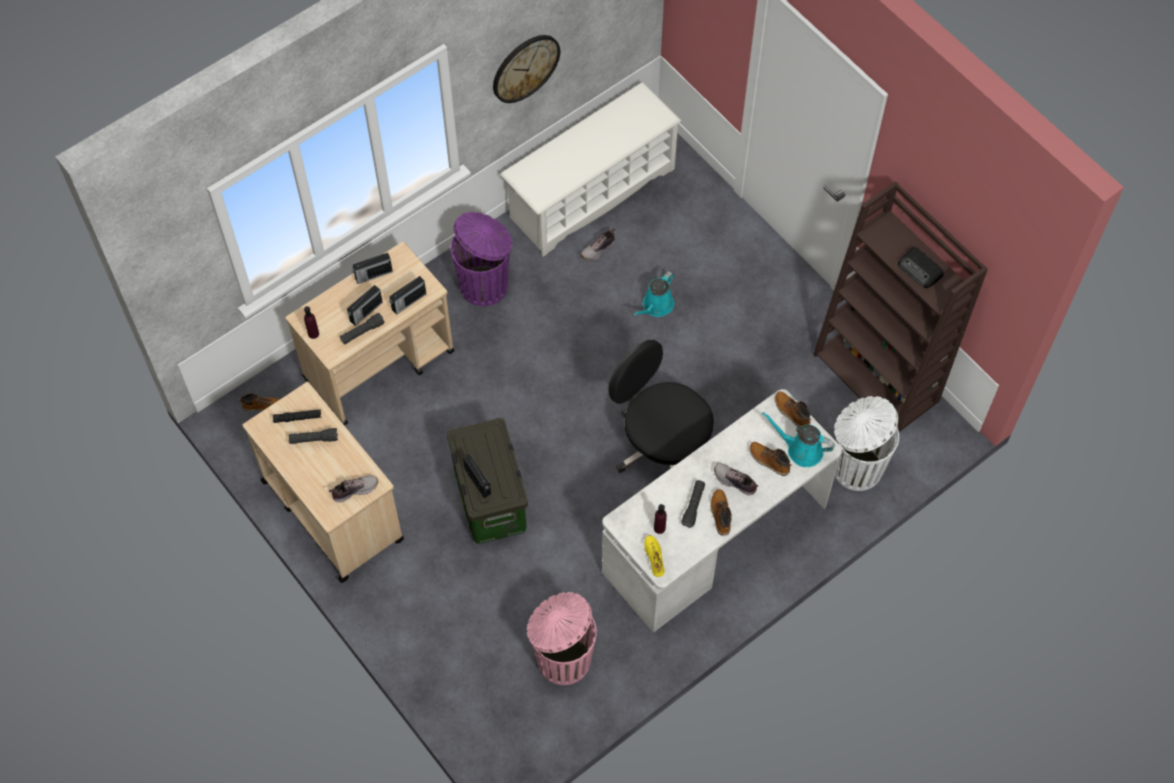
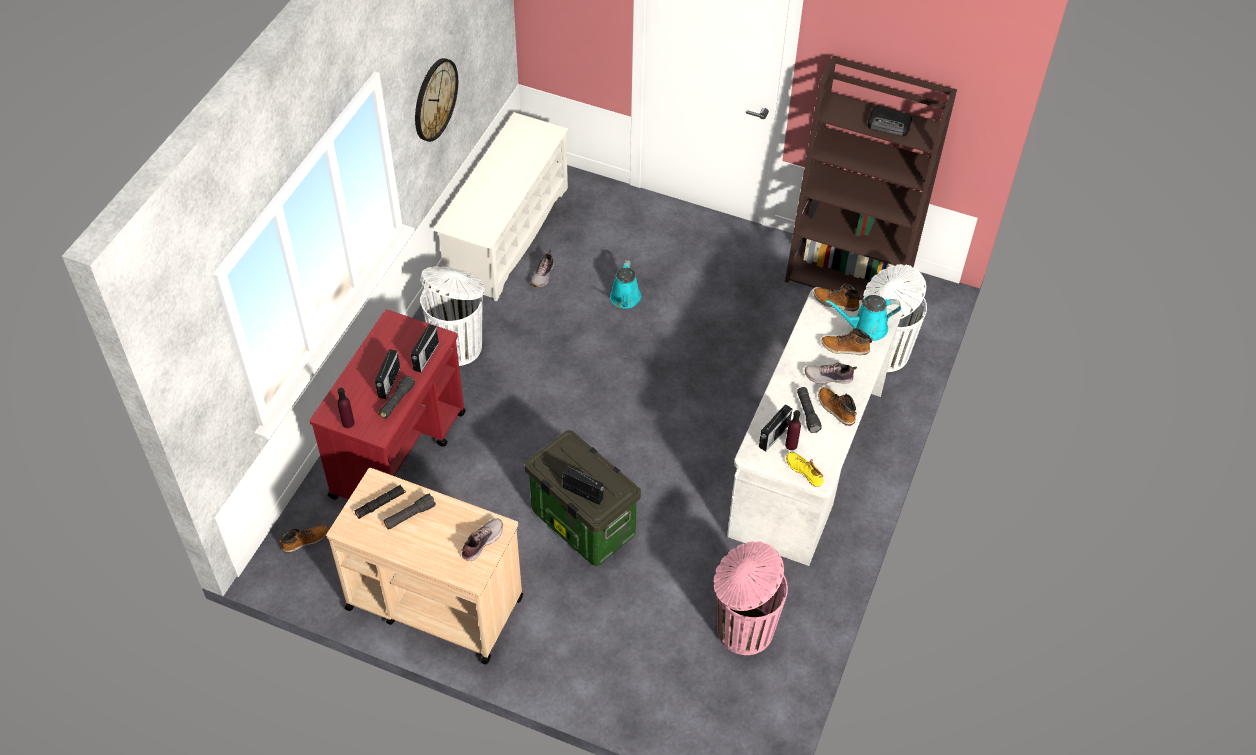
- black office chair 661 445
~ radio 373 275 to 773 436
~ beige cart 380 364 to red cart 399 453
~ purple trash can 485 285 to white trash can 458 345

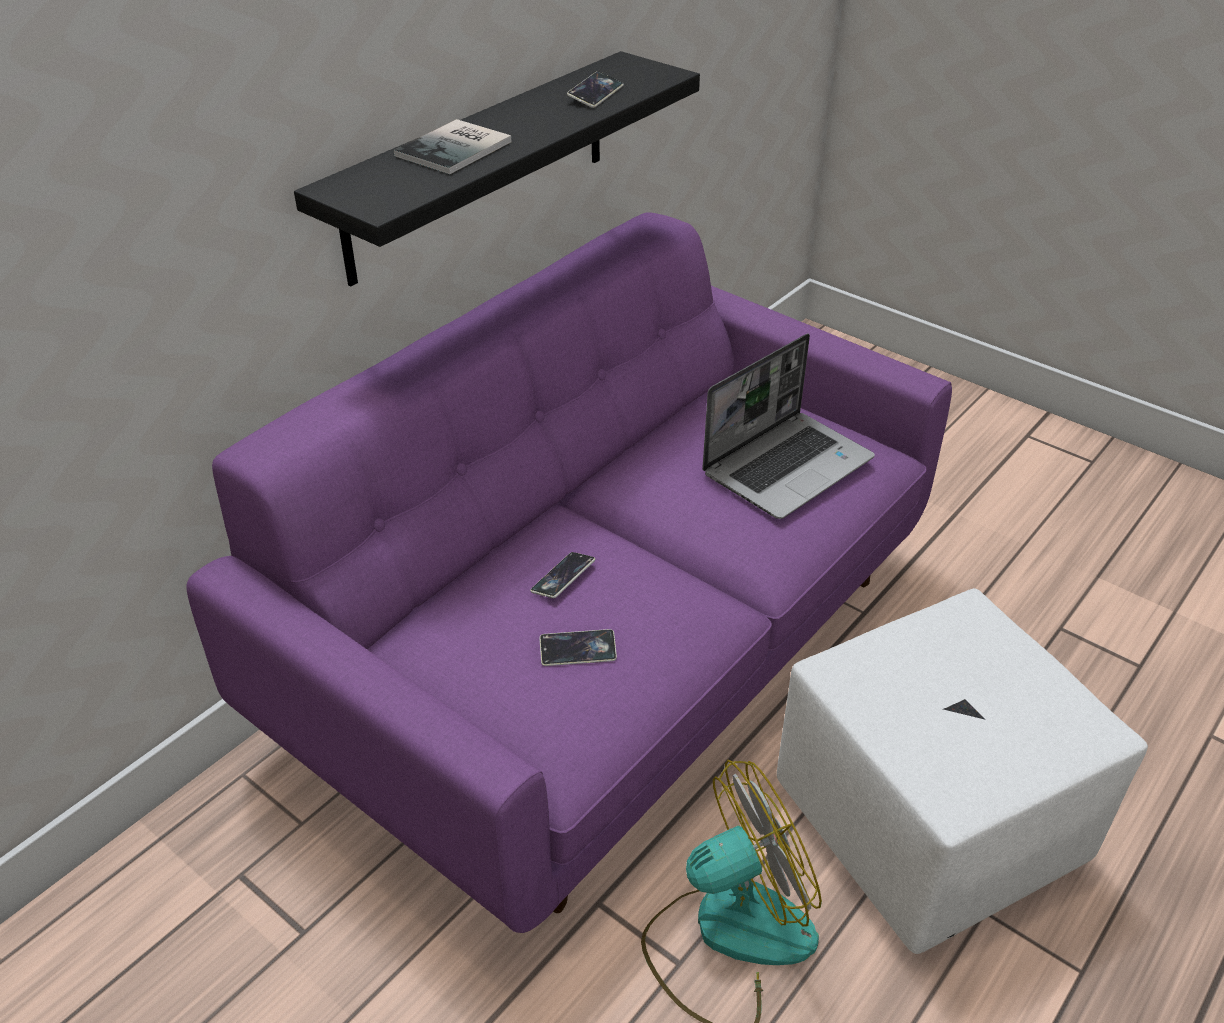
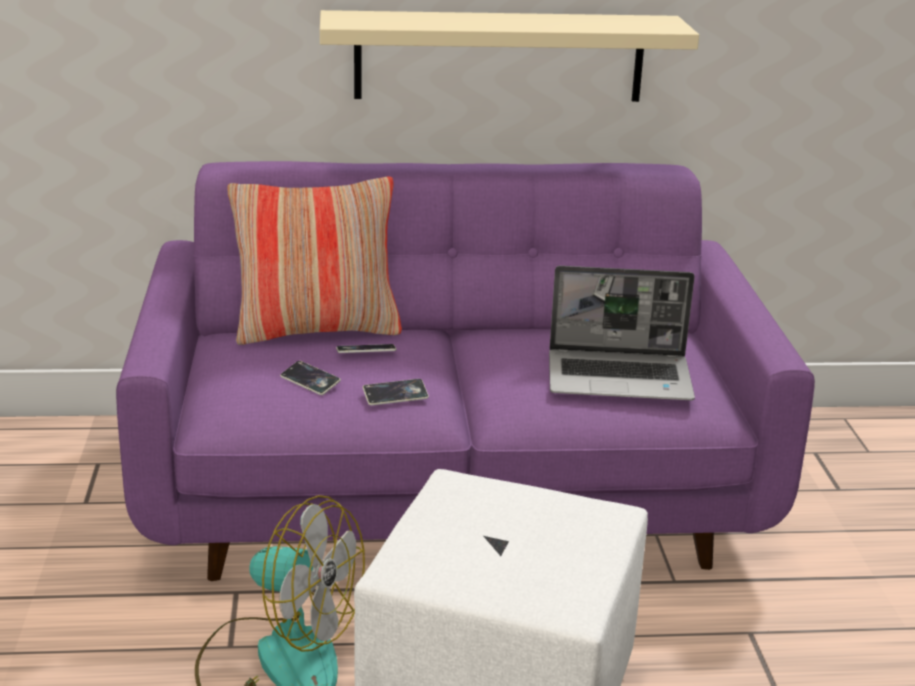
- book 457 148
+ pillow 317 330
~ phone 595 94 to 395 396
~ black shelf 479 166 to beige shelf 499 56

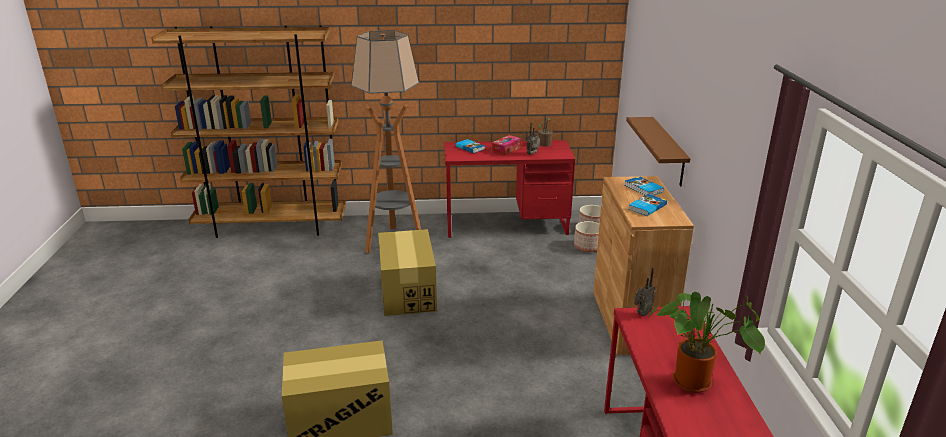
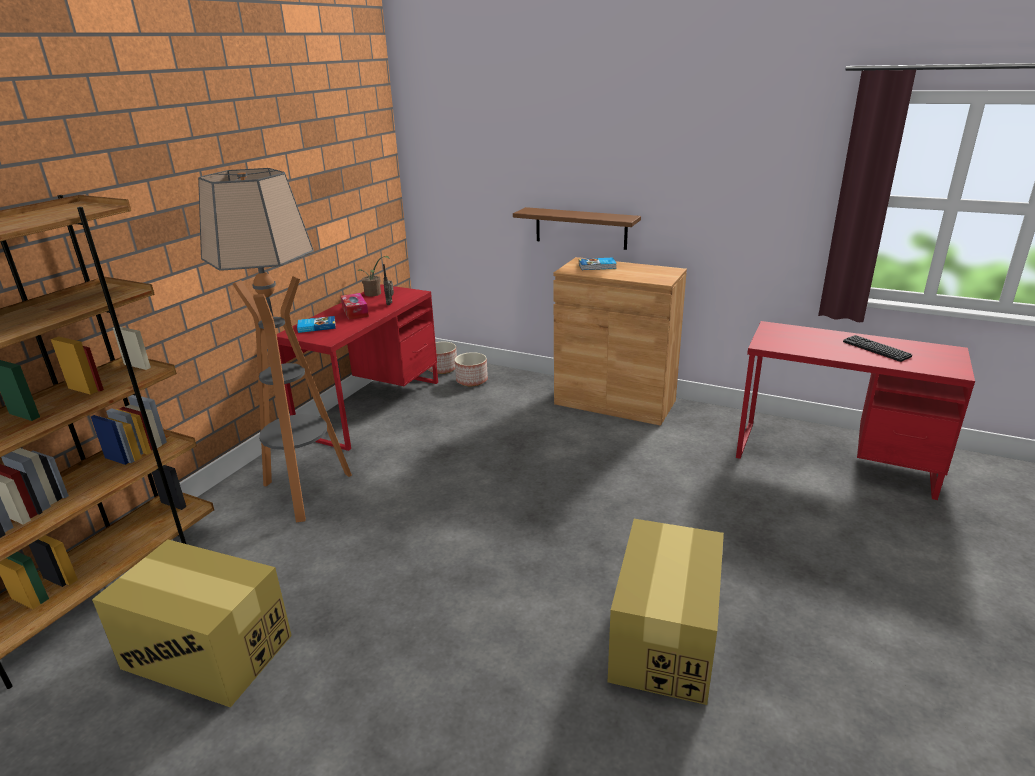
- book 646 207
- radio 641 313
~ cardboard box 407 292 to 207 651
~ potted plant 696 382 to keyboard 876 349

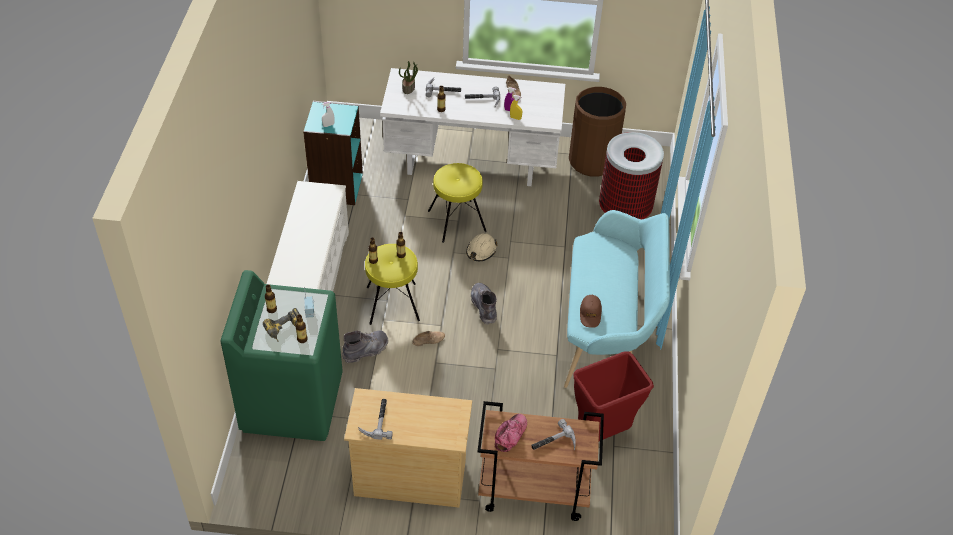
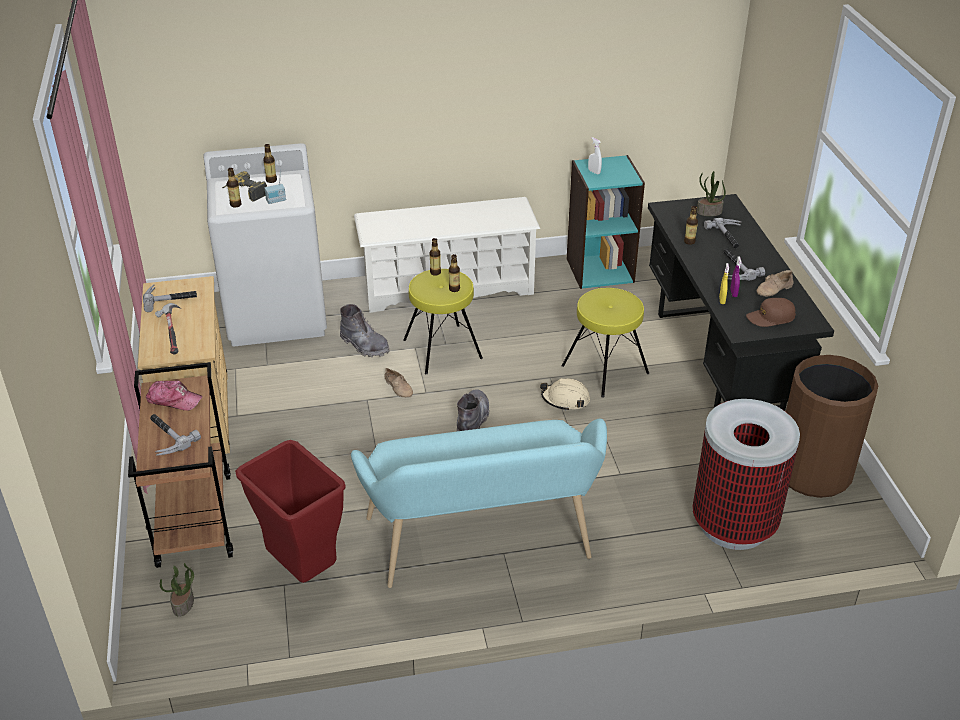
+ hammer 172 334
+ potted plant 183 604
~ brown cap 590 314 to 770 318
~ green washing machine 292 401 to white washing machine 276 313
~ white desk 473 162 to black desk 719 361
~ grey boot 484 306 = 472 420 45 degrees counterclockwise

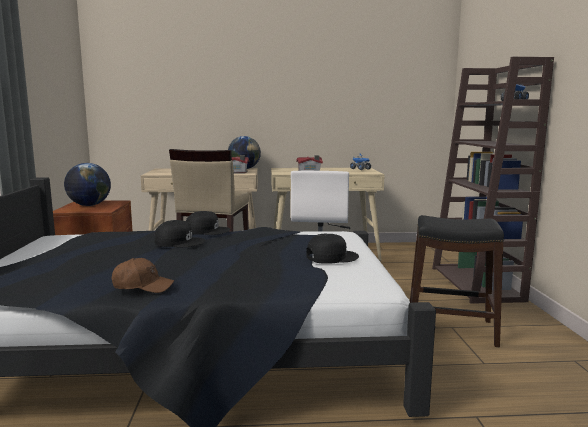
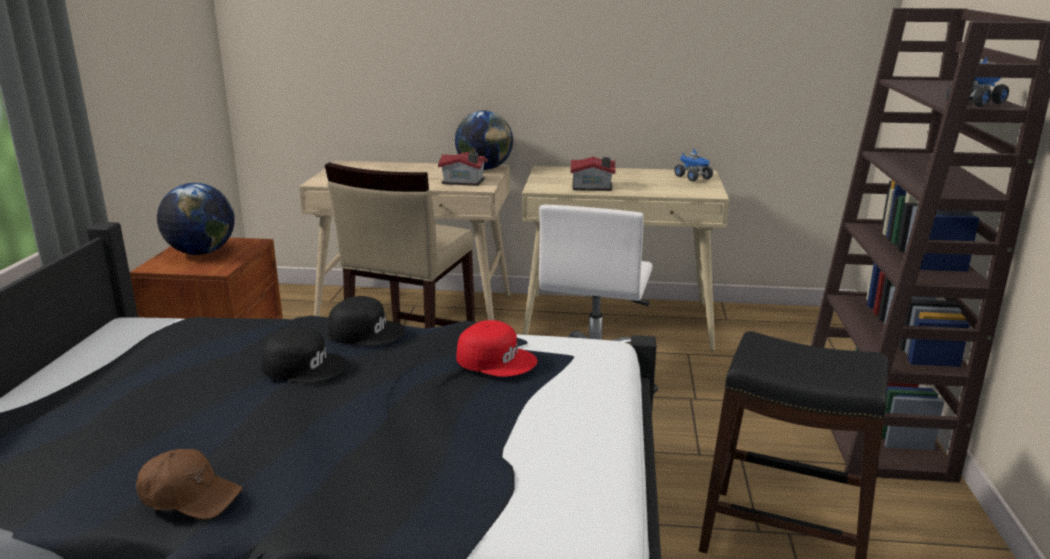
- black cap 331 257
+ red cap 496 359

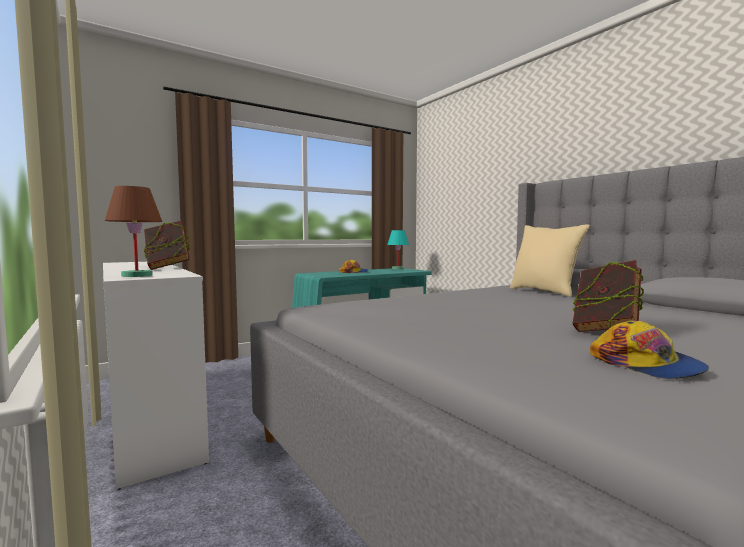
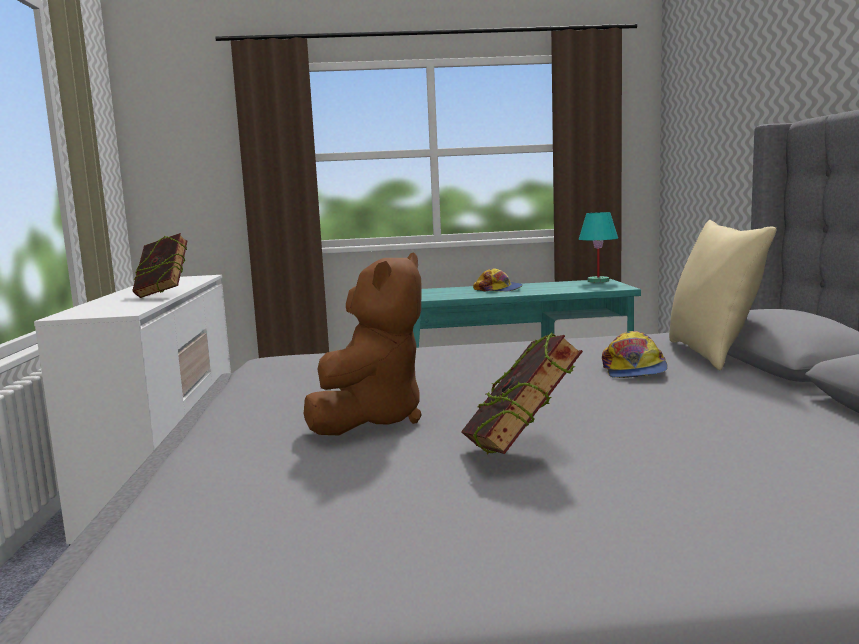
- brown table lamp 137 275
+ brown plush toy 371 419
~ cap 646 365 to 634 370

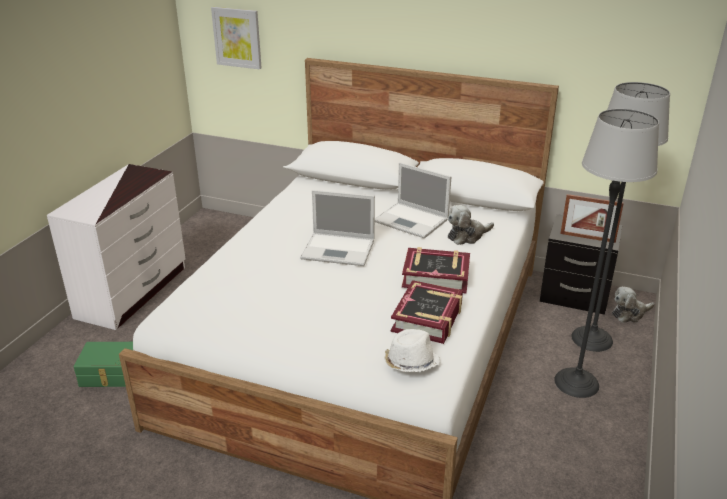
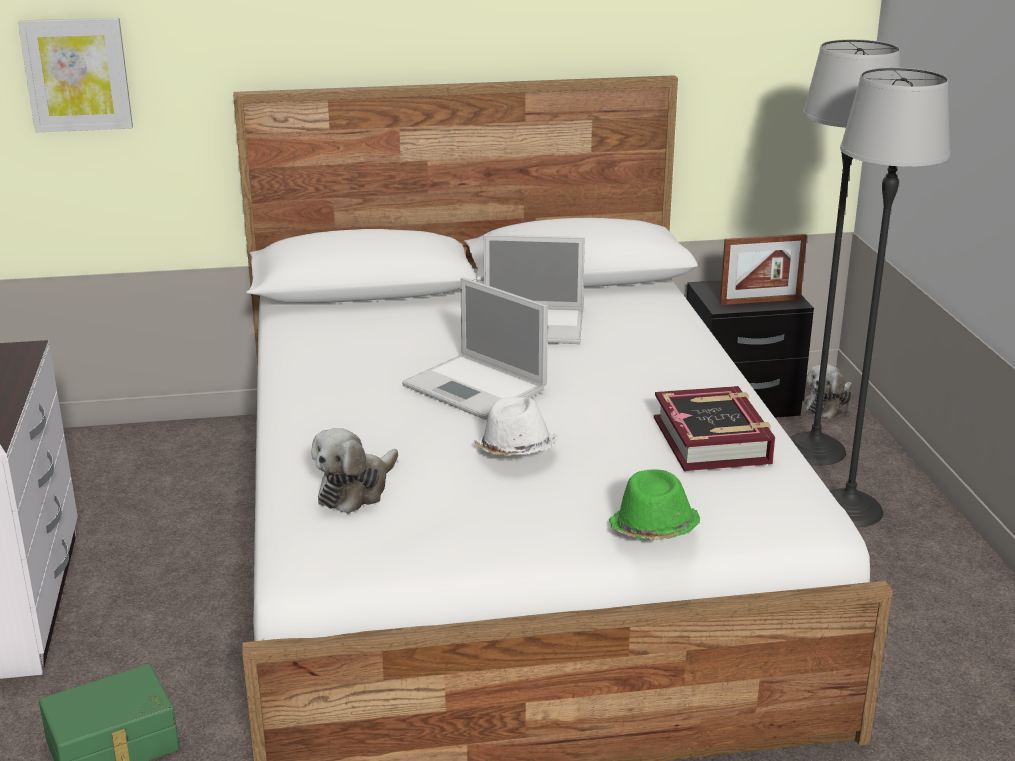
- book 436 276
+ green hat 653 529
~ white hat 410 363 to 515 450
~ plush toy 467 236 to 356 490
~ laptop 339 249 = 477 388 60 degrees clockwise

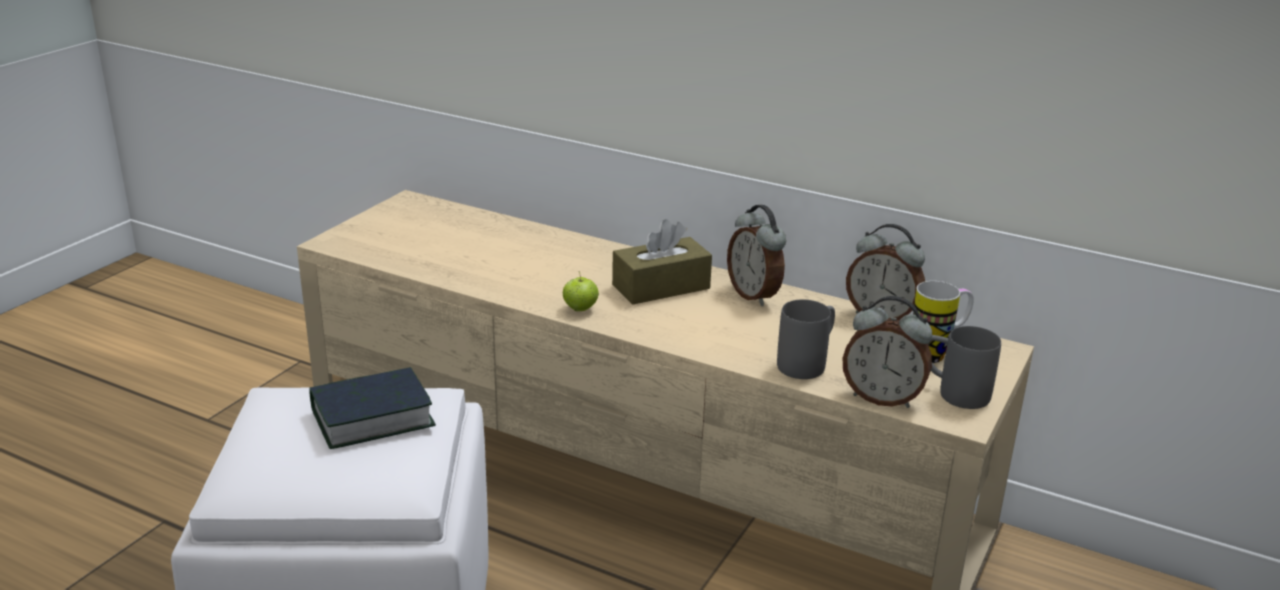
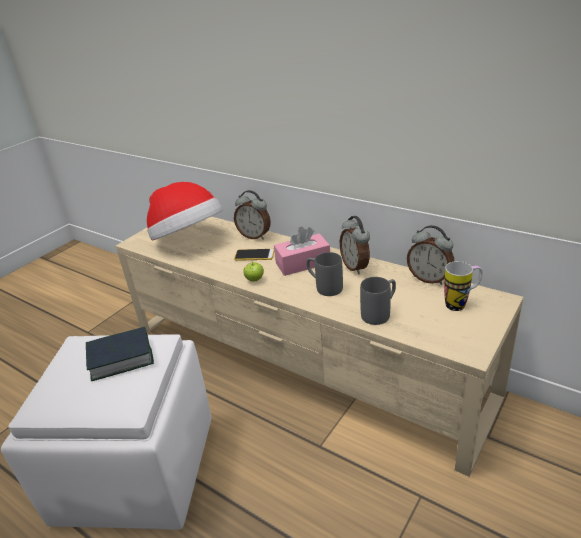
+ hat 187 239
+ phone 254 255
~ alarm clock 882 398 to 255 236
~ grey mug 953 392 to 324 287
~ brown tissue box 661 287 to pink tissue box 303 263

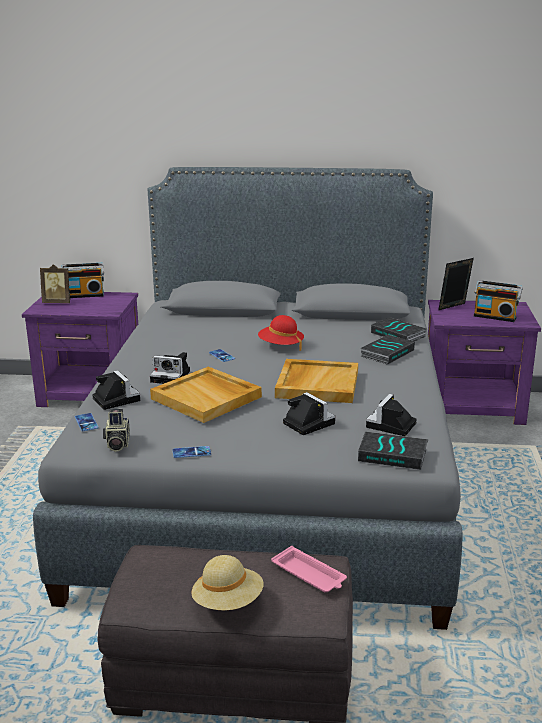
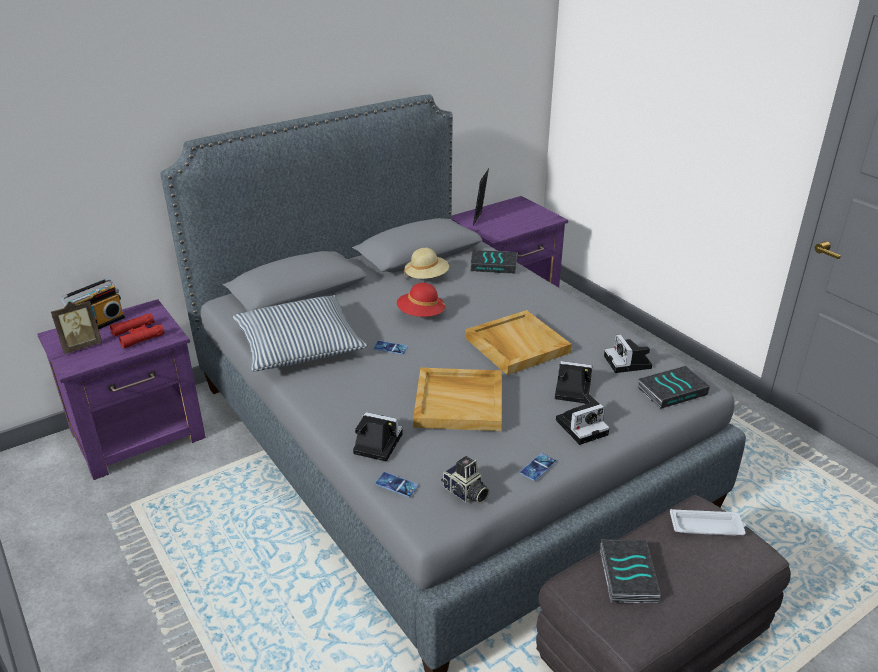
- radio 495 316
+ red binoculars 138 335
+ pillow 299 345
~ photo camera 172 376 to 583 426
~ beige hat 228 602 to 426 277
~ book 387 353 to 626 574
~ pink tray 309 575 to white tray 707 526

